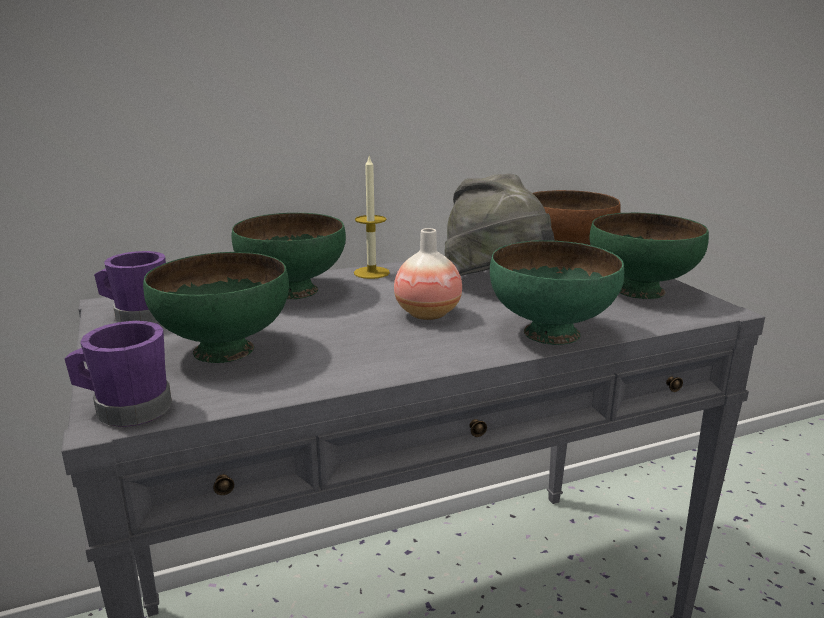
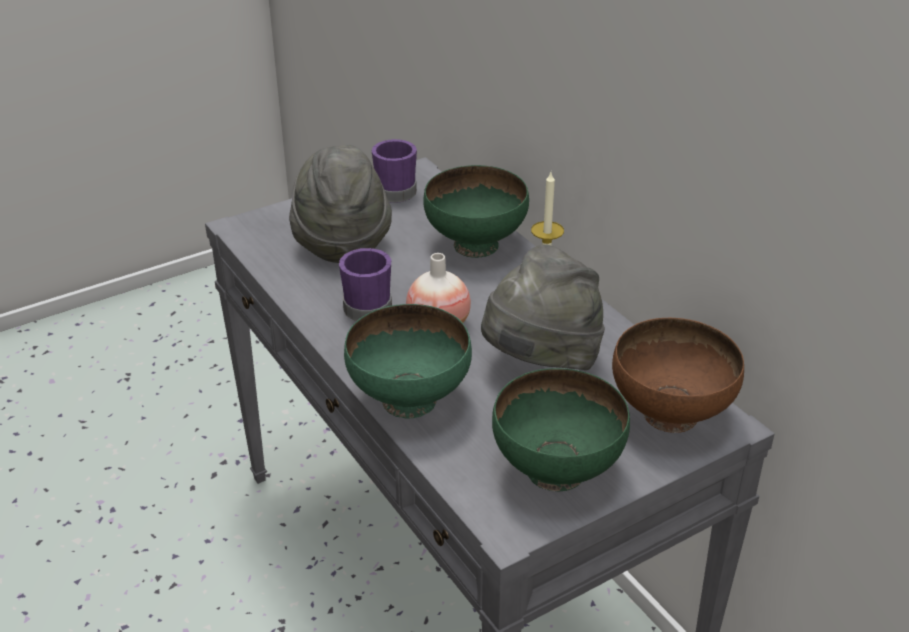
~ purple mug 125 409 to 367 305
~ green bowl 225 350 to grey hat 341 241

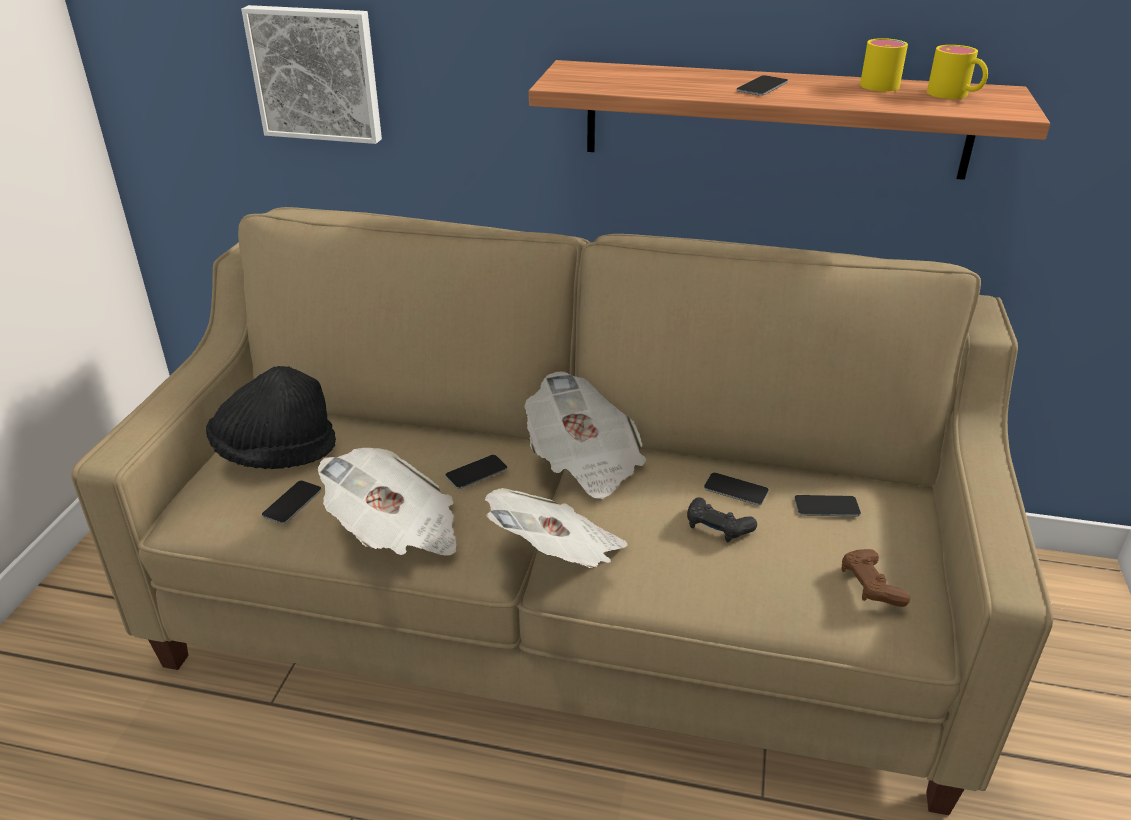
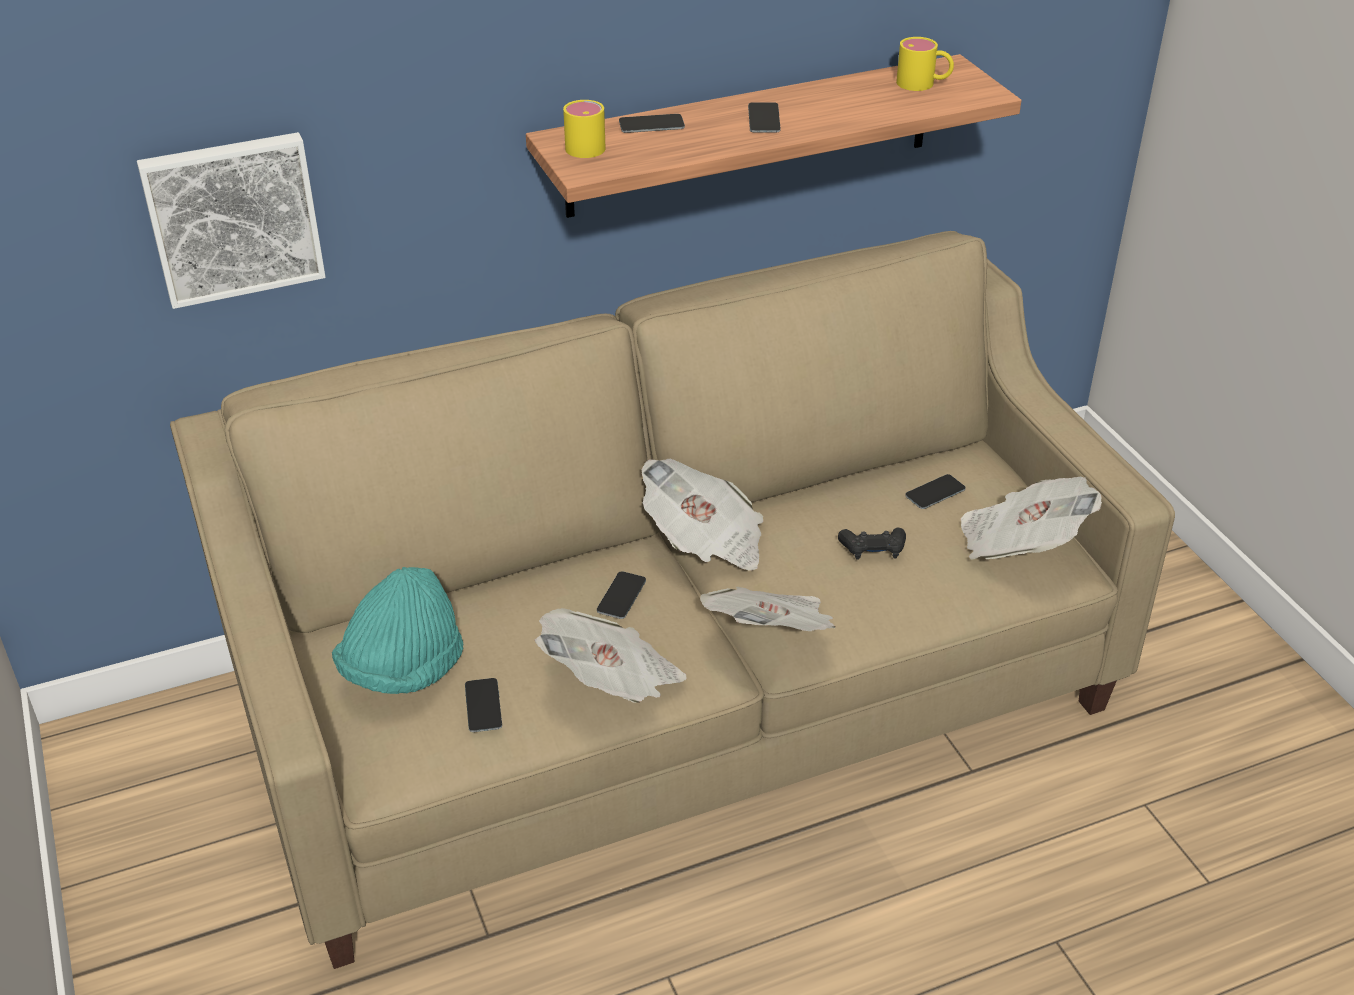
~ phone 736 489 to 651 124
~ yellow mug 884 84 to 587 144
~ brown game controller 870 586 to newspaper 1020 544
~ black hat 276 453 to turquoise hat 403 669

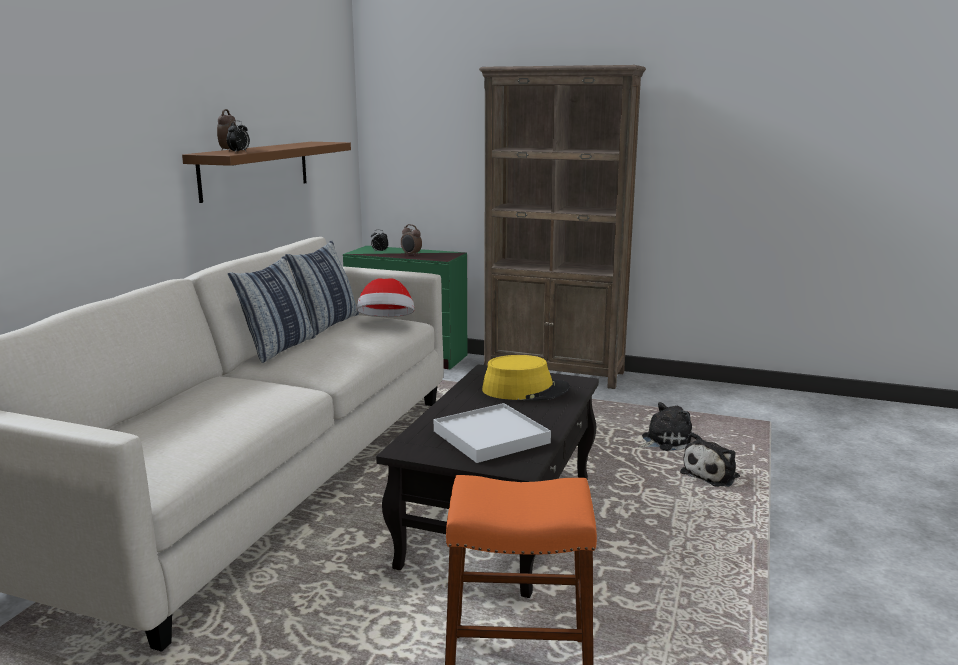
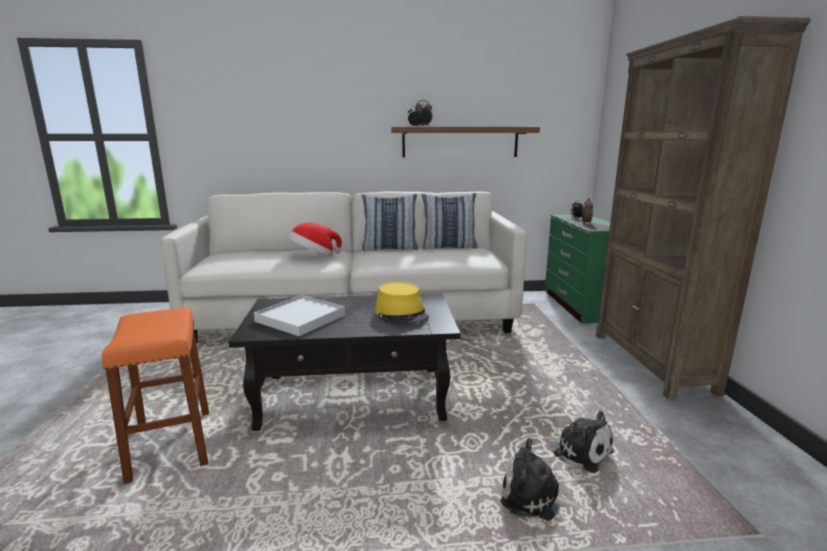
~ hat 386 323 to 314 256

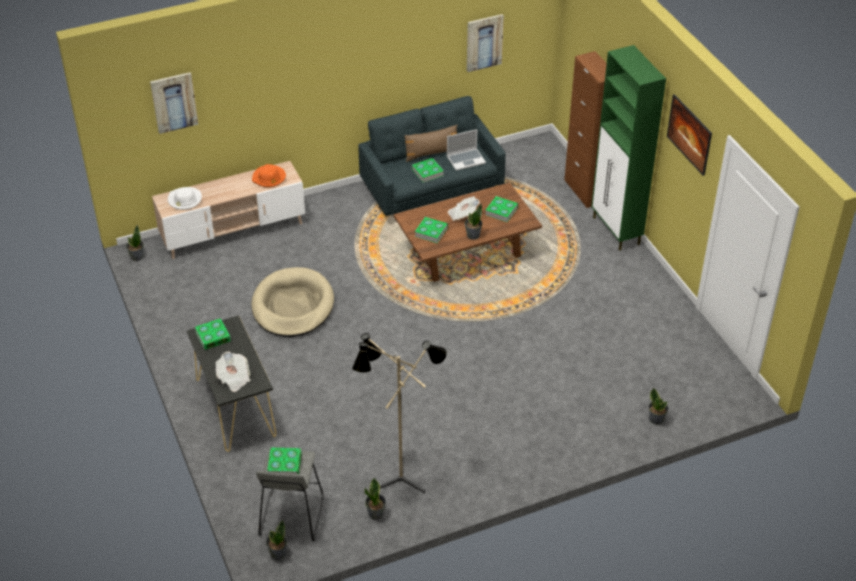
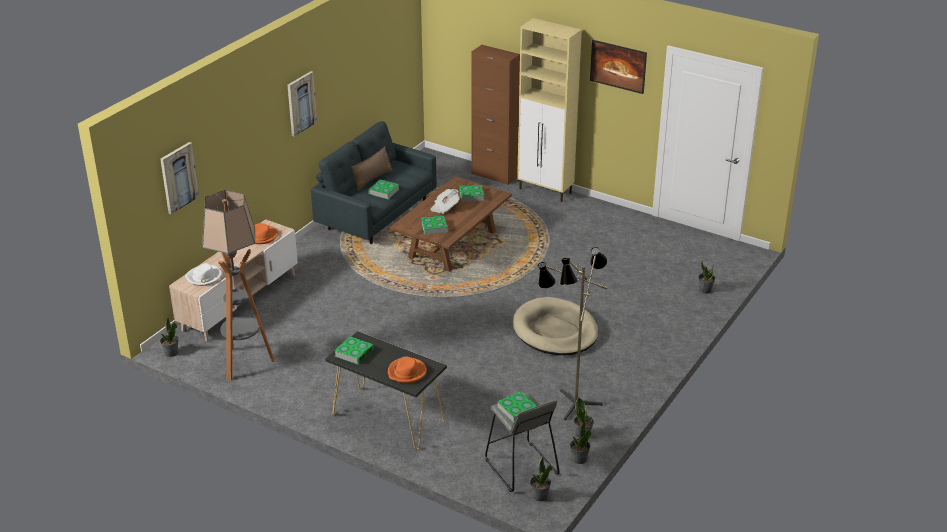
- laptop 466 160
+ floor lamp 244 362
~ beige dog bed 293 306 to 555 331
~ potted plant 473 235 to 579 459
~ picture 484 42 to 301 103
~ newspaper 234 378 to orange hat 407 372
~ green cabinet 616 231 to beige cabinet 546 191

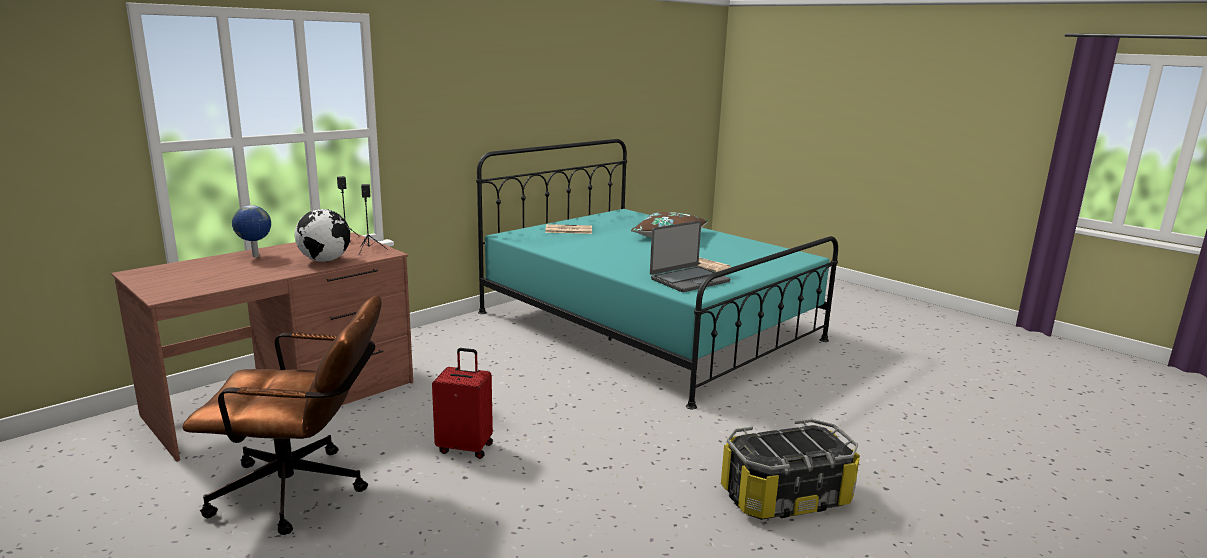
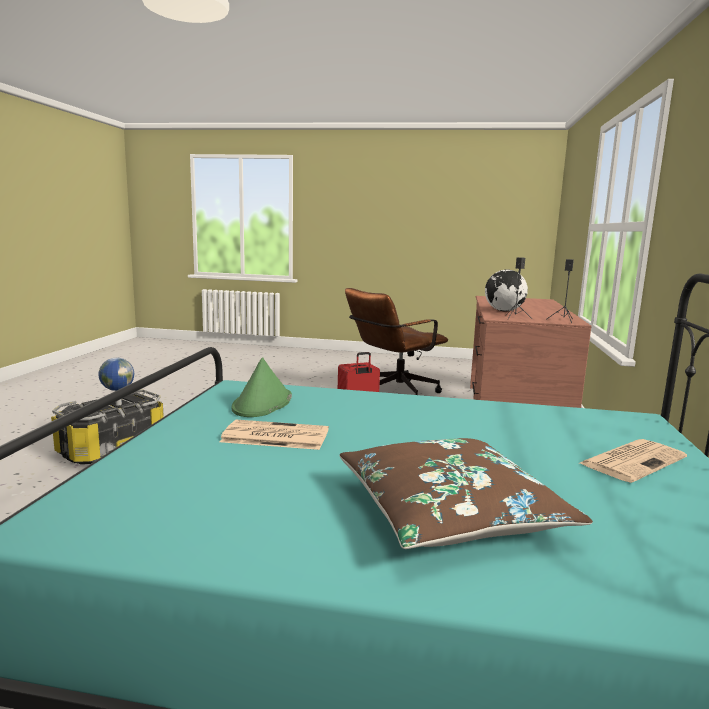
~ globe 255 256 to 118 404
~ laptop 689 280 to green hat 262 404

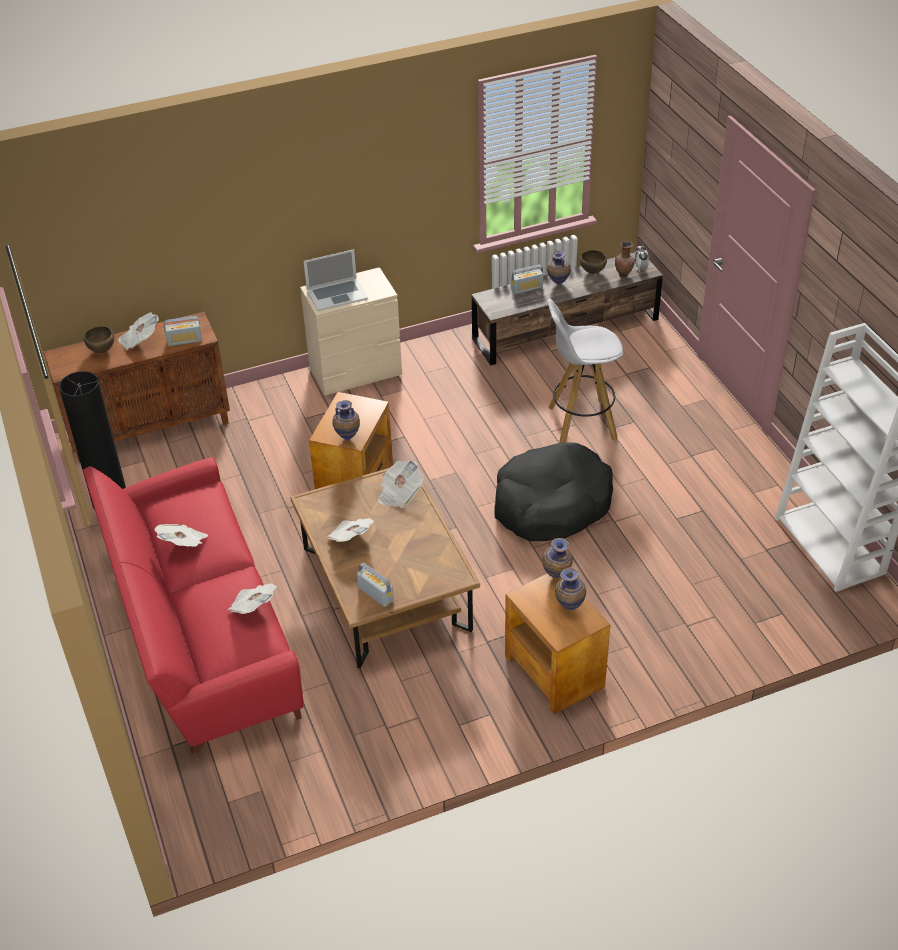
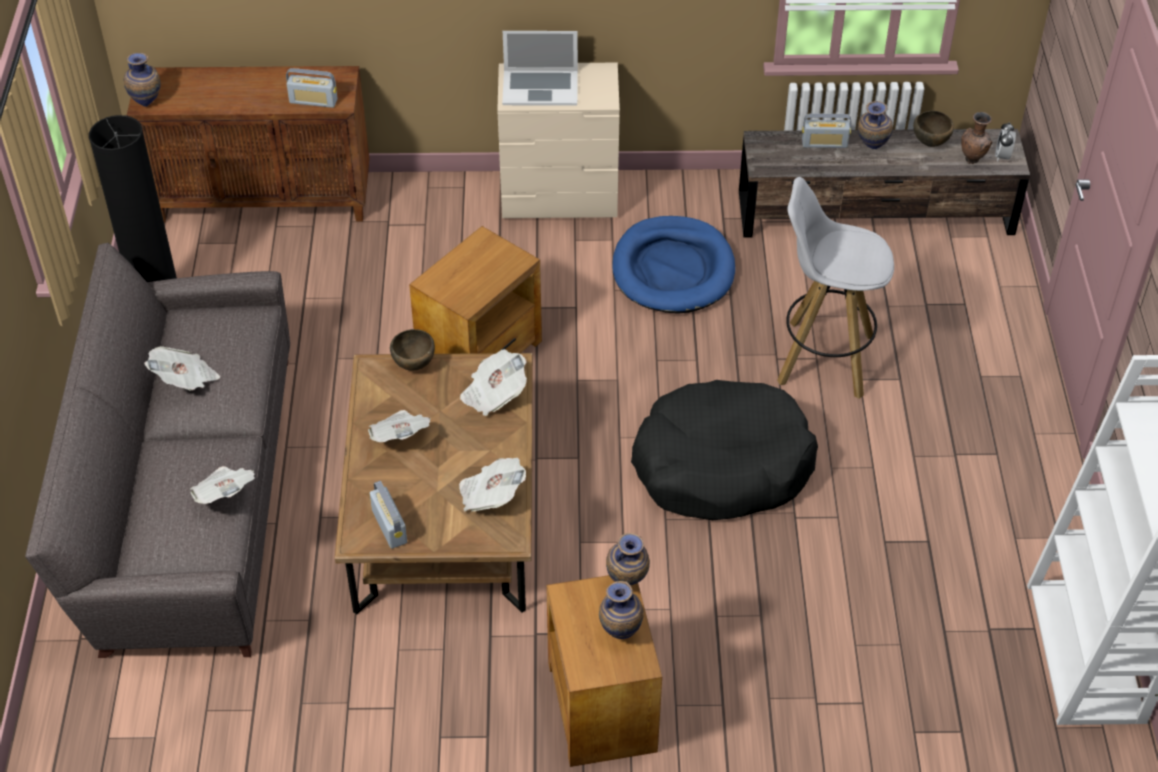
+ blue dog bed 673 269
~ brown bowl 102 351 to 414 365
~ newspaper 139 340 to 491 496
~ vase 348 437 to 147 103
~ red sofa 201 633 to grey sofa 188 499

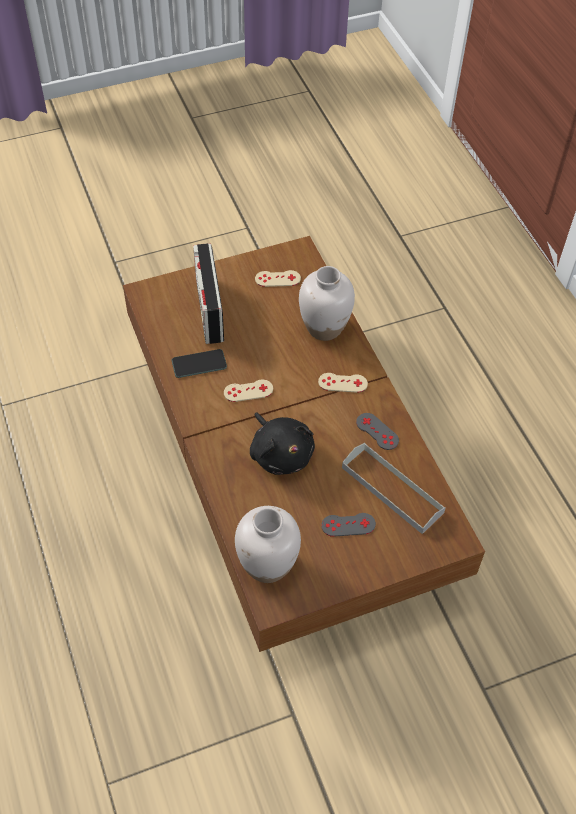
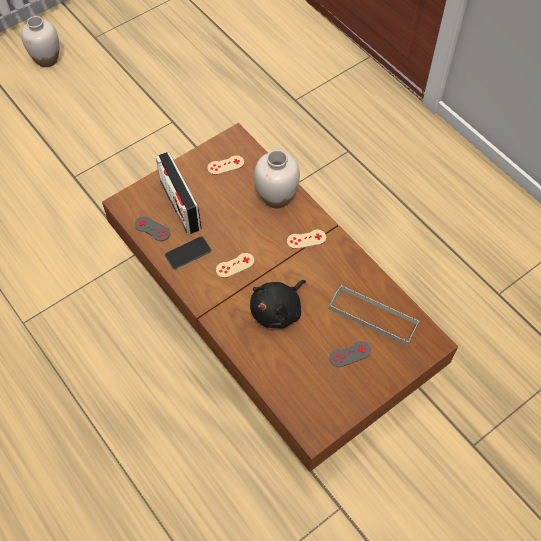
~ white vase 267 566 to 47 60
~ grey game controller 377 431 to 152 229
~ black plush toy 280 453 = 278 310 90 degrees clockwise

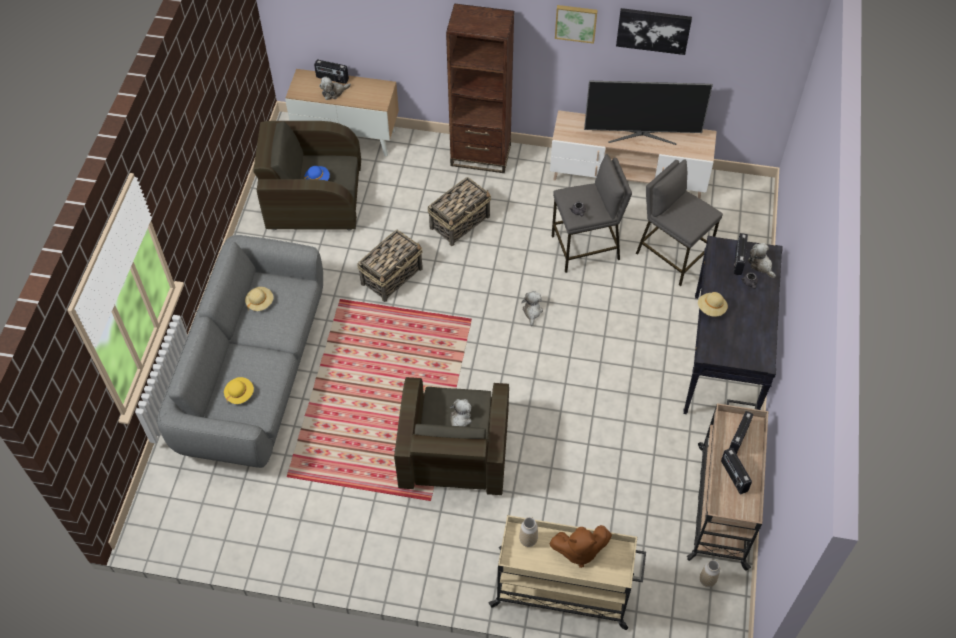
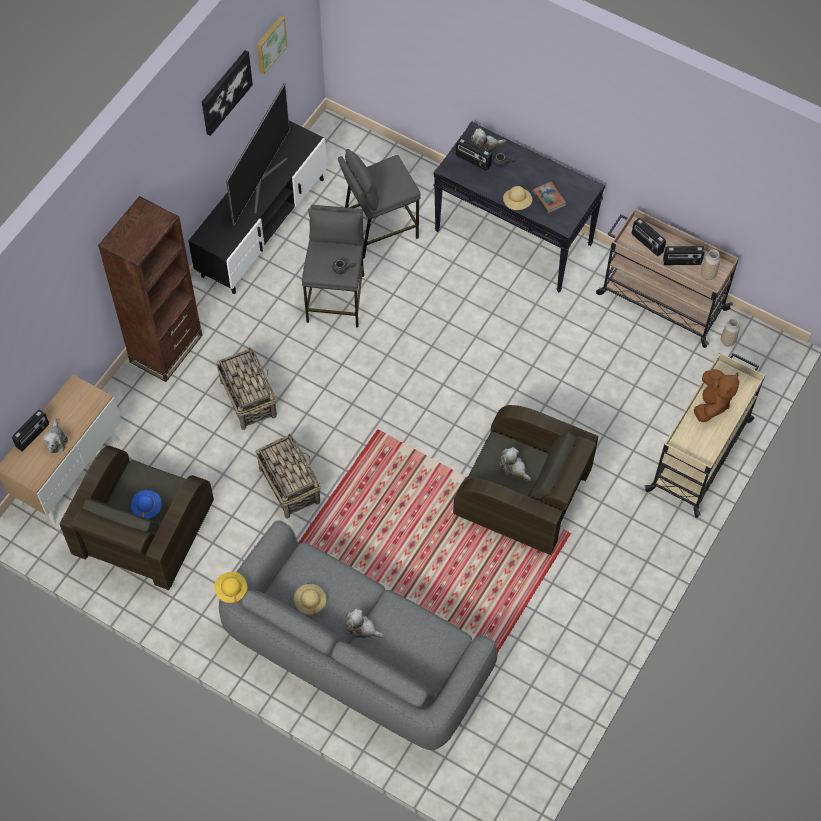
+ book 549 199
~ yellow hat 240 394 to 231 590
~ vase 528 540 to 708 275
~ plush toy 532 311 to 362 628
~ picture 576 22 to 270 44
~ beige tv stand 628 176 to black tv stand 263 227

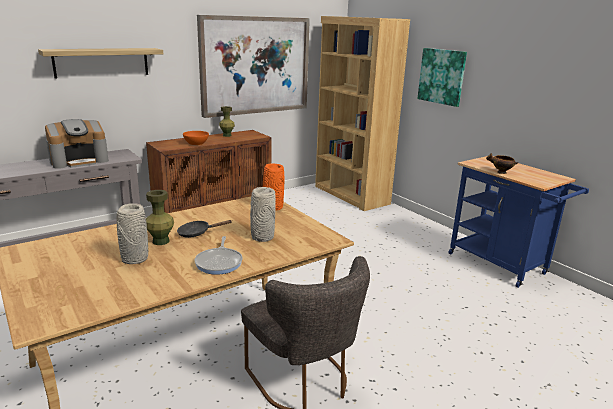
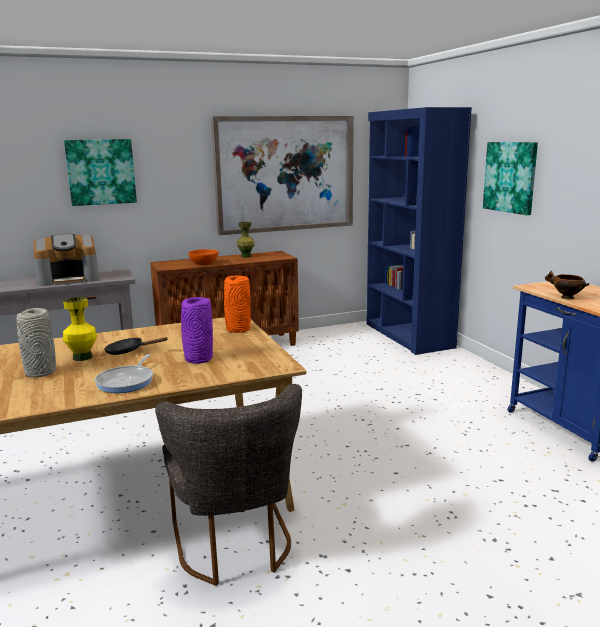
~ shelf 101 62 to picture 101 172
~ green vase 161 241 to yellow vase 82 357
~ grey vase 262 237 to purple vase 198 359
~ brown bookcase 351 195 to blue bookcase 408 335

